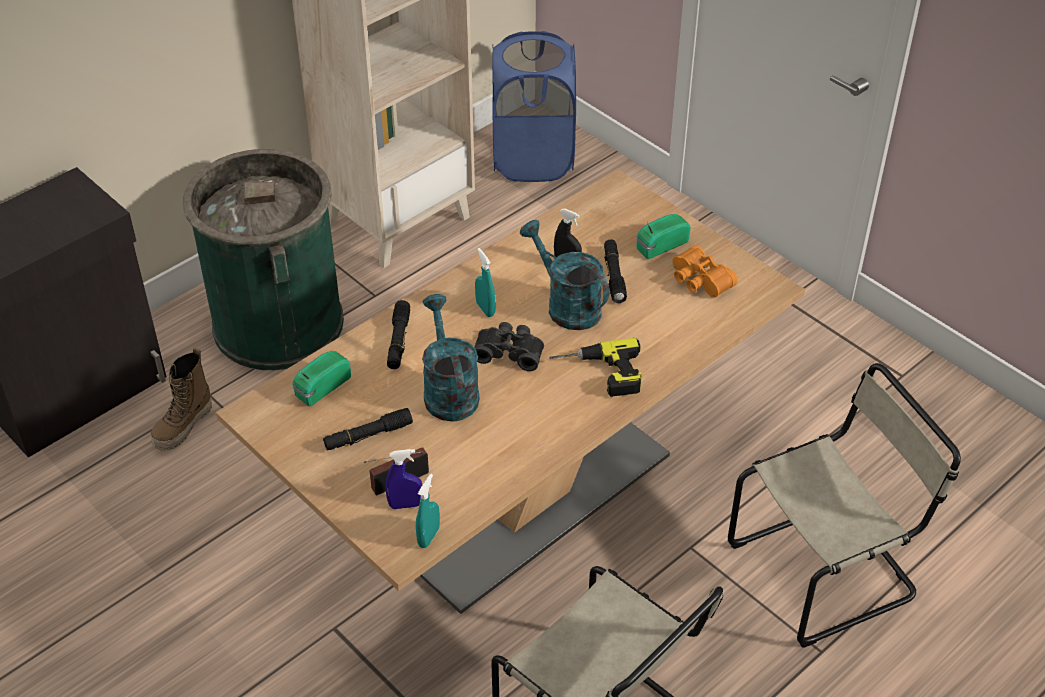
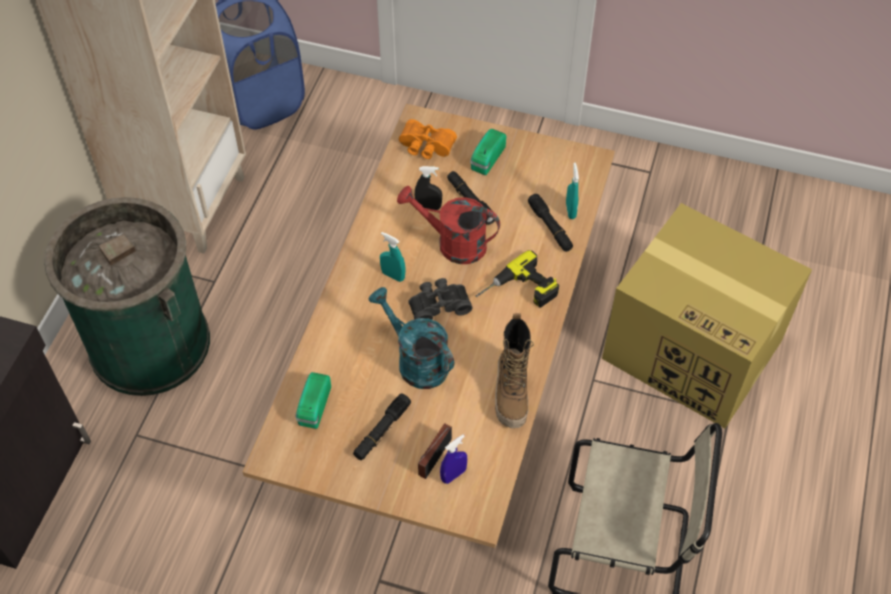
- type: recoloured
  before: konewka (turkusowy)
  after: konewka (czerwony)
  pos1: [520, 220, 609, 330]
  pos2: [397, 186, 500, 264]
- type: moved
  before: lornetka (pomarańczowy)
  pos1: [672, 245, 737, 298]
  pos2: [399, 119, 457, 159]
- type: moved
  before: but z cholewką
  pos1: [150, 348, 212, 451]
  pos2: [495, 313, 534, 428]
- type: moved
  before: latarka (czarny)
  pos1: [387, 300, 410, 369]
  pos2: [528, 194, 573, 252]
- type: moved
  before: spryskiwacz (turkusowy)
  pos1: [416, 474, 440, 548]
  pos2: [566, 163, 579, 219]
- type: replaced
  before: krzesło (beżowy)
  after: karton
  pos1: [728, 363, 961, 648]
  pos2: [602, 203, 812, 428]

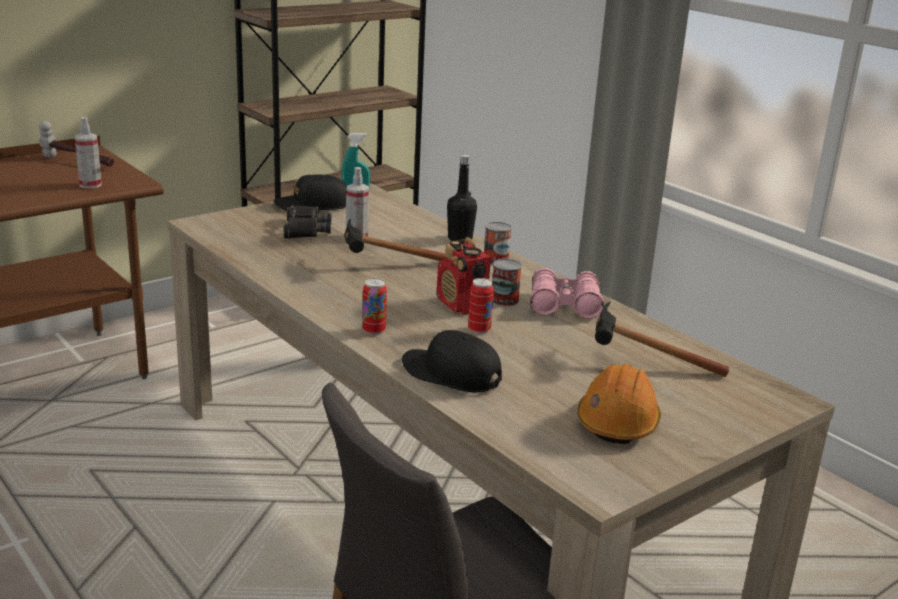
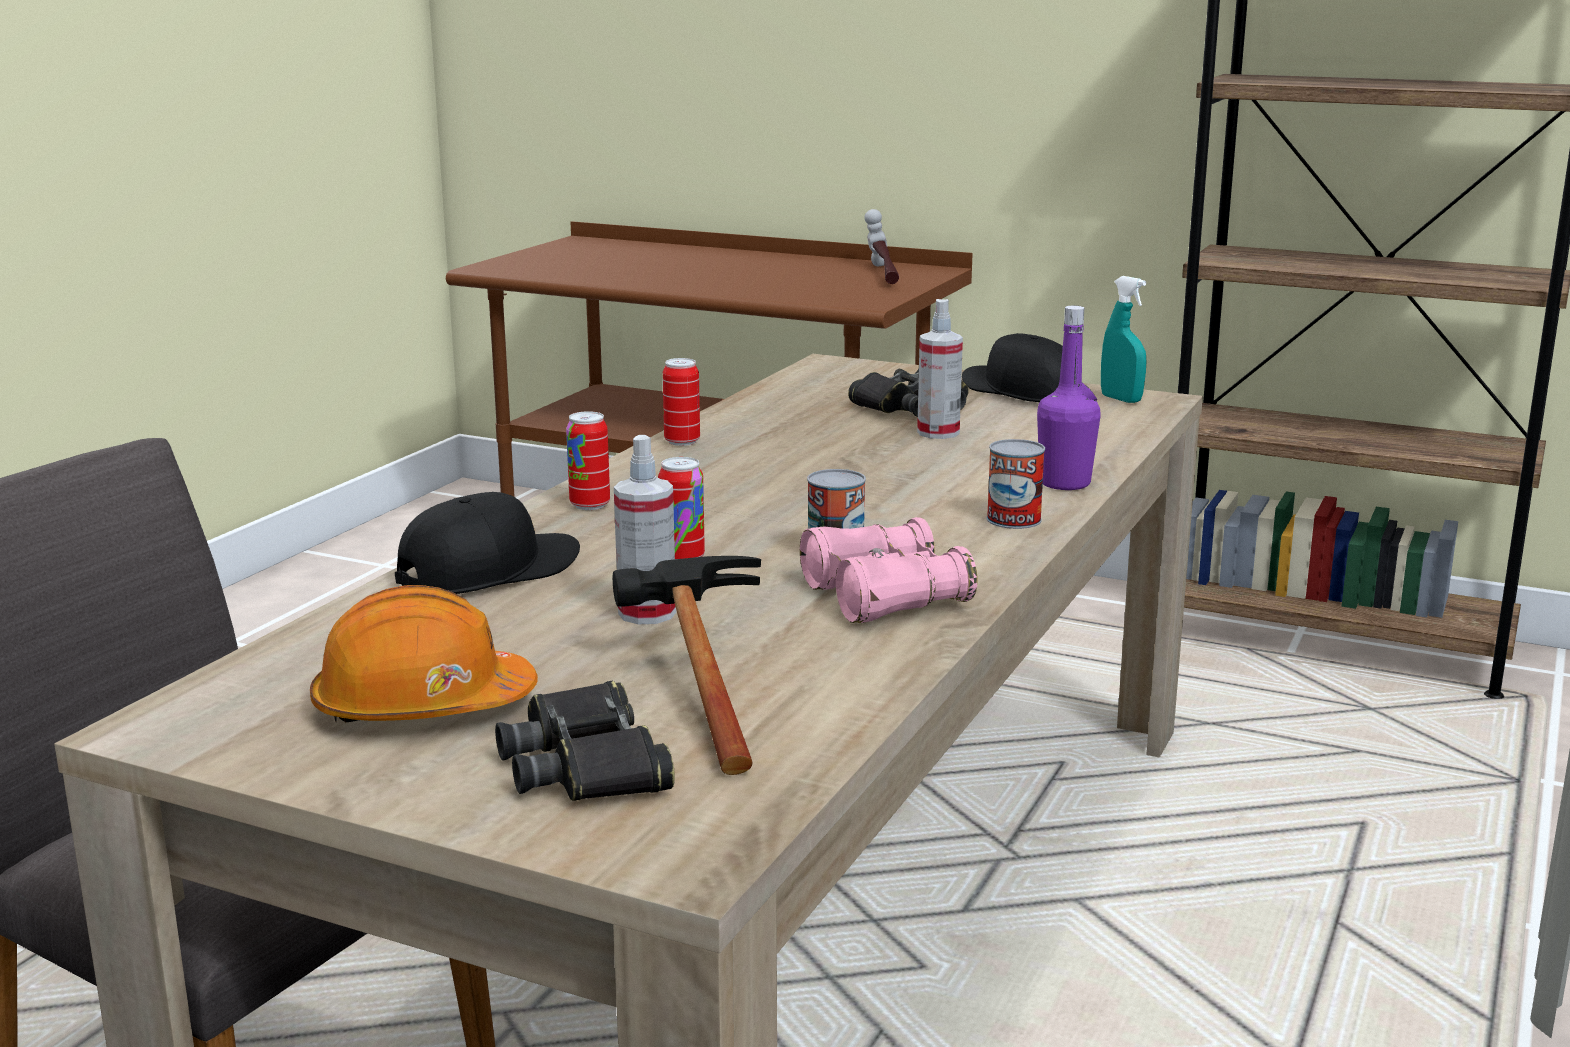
- type: turned
  before: czapka z daszkiem (czarny)
  pos1: [402, 330, 502, 392]
  pos2: [395, 492, 580, 594]
  turn: 45
- type: added
  after: lornetka (czarny)
  pos2: [495, 681, 675, 801]
- type: moved
  before: spryskiwacz
  pos1: [75, 117, 102, 189]
  pos2: [614, 435, 676, 624]
- type: added
  after: puszka
  pos2: [662, 358, 700, 446]
- type: recoloured
  before: butelka (czarny)
  after: butelka (fioletowy)
  pos1: [447, 154, 477, 241]
  pos2: [1037, 306, 1101, 490]
- type: removed
  before: młotek
  pos1: [345, 219, 446, 261]
- type: removed
  before: radio
  pos1: [437, 237, 491, 315]

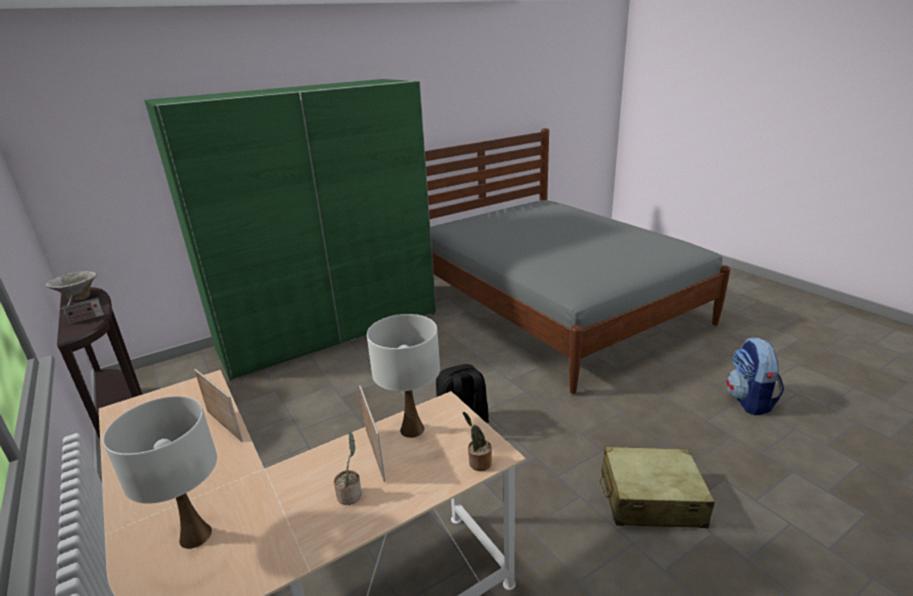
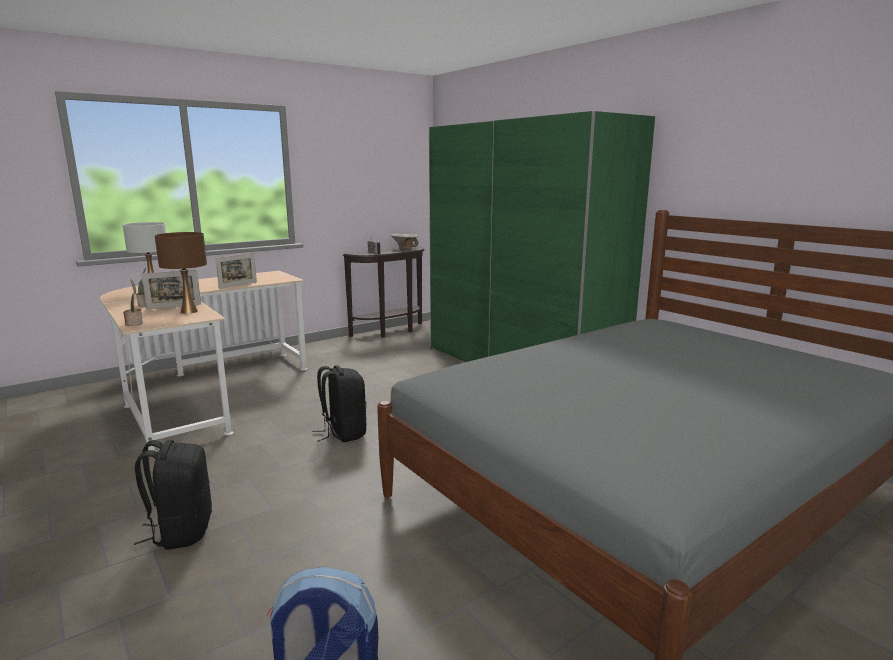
- type: replaced
  before: walizka (beżowy)
  after: plecak (czarny)
  pos1: [600, 447, 715, 528]
  pos2: [134, 440, 212, 550]
- type: recoloured
  before: lampa stołowa (biały)
  after: lampa stołowa (brązowy)
  pos1: [367, 314, 440, 438]
  pos2: [155, 232, 207, 314]

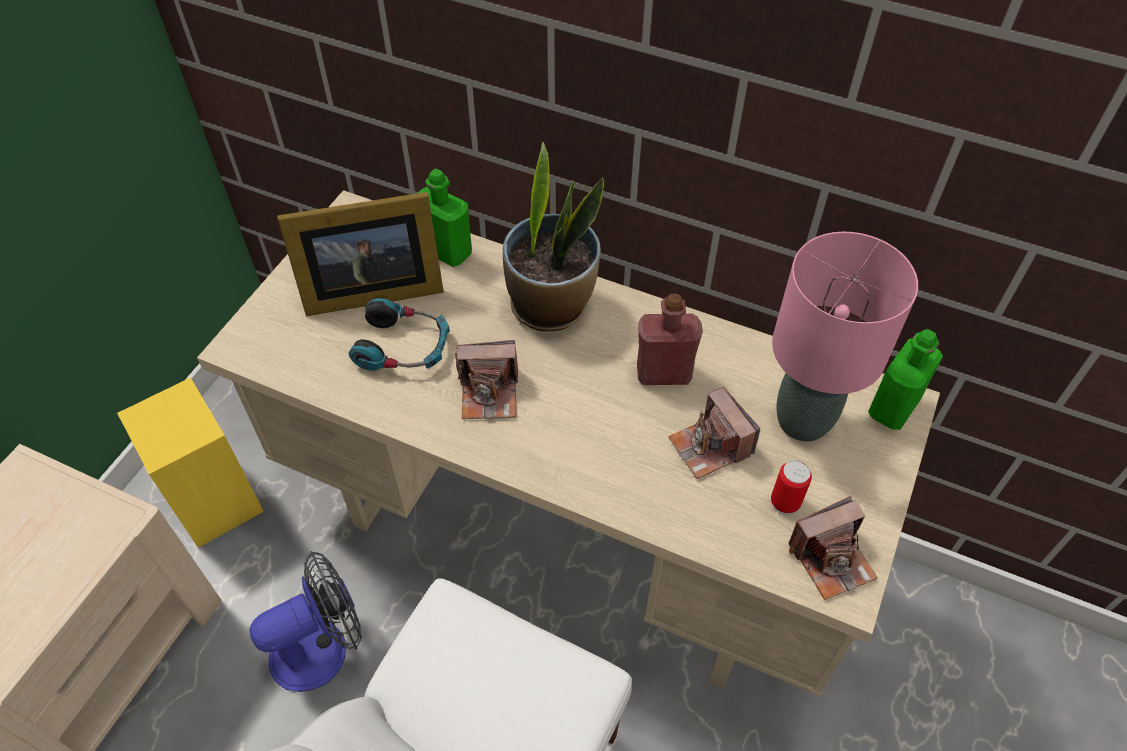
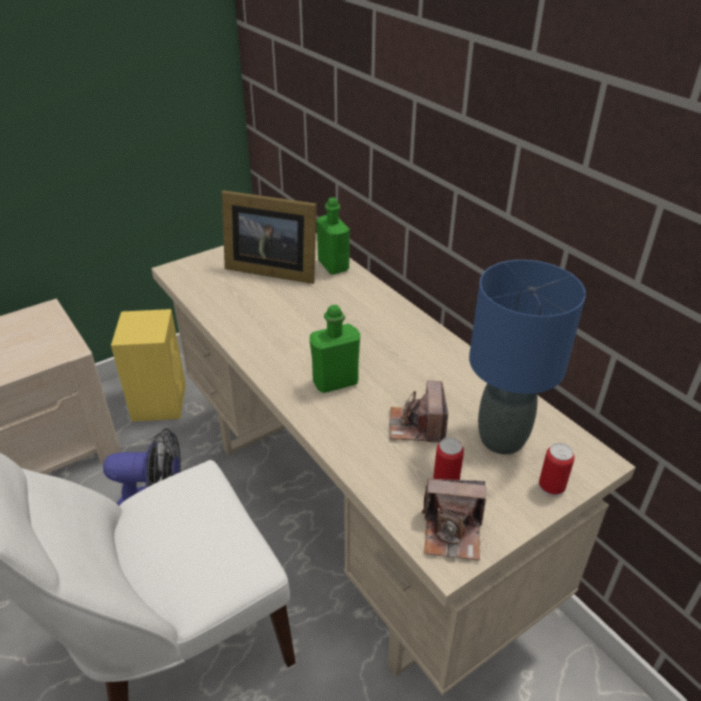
- type: moved
  before: butelka (zielony)
  pos1: [868, 329, 943, 430]
  pos2: [310, 305, 360, 393]
- type: recoloured
  before: lampa stołowa (różowy)
  after: lampa stołowa (niebieski)
  pos1: [772, 232, 918, 442]
  pos2: [469, 260, 586, 454]
- type: added
  after: puszka
  pos2: [539, 443, 575, 497]
- type: removed
  before: słuchawki
  pos1: [349, 298, 450, 371]
- type: removed
  before: aparat fotograficzny
  pos1: [455, 340, 518, 419]
- type: removed
  before: roślina doniczkowa
  pos1: [503, 141, 604, 331]
- type: removed
  before: butelka (czerwony)
  pos1: [637, 294, 703, 385]

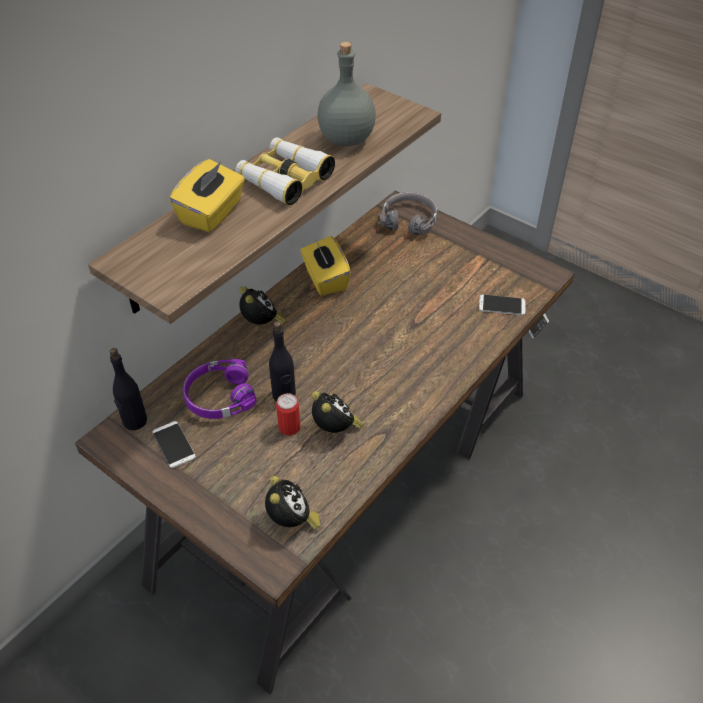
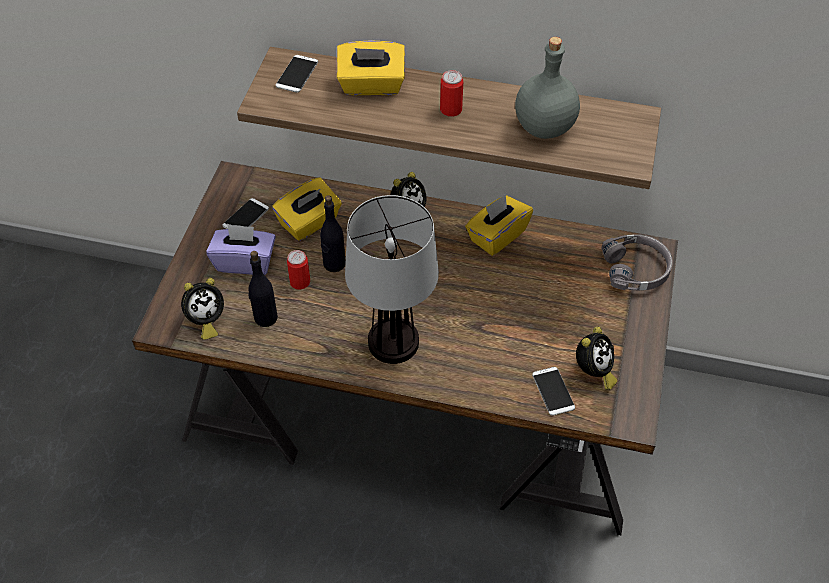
- type: added
  after: pudełko chusteczek (fioletowy)
  pos2: [206, 224, 276, 275]
- type: moved
  before: butelka (czarny)
  pos1: [109, 348, 147, 430]
  pos2: [248, 251, 278, 327]
- type: replaced
  before: słuchawki (fioletowy)
  after: pudełko chusteczek (żółty)
  pos1: [183, 359, 257, 419]
  pos2: [272, 178, 342, 241]
- type: added
  after: telefon
  pos2: [276, 55, 318, 93]
- type: added
  after: lampa stołowa
  pos2: [345, 195, 439, 364]
- type: replaced
  before: lornetka
  after: puszka
  pos1: [235, 137, 335, 206]
  pos2: [440, 70, 463, 117]
- type: moved
  before: budzik
  pos1: [311, 391, 363, 433]
  pos2: [576, 326, 617, 390]

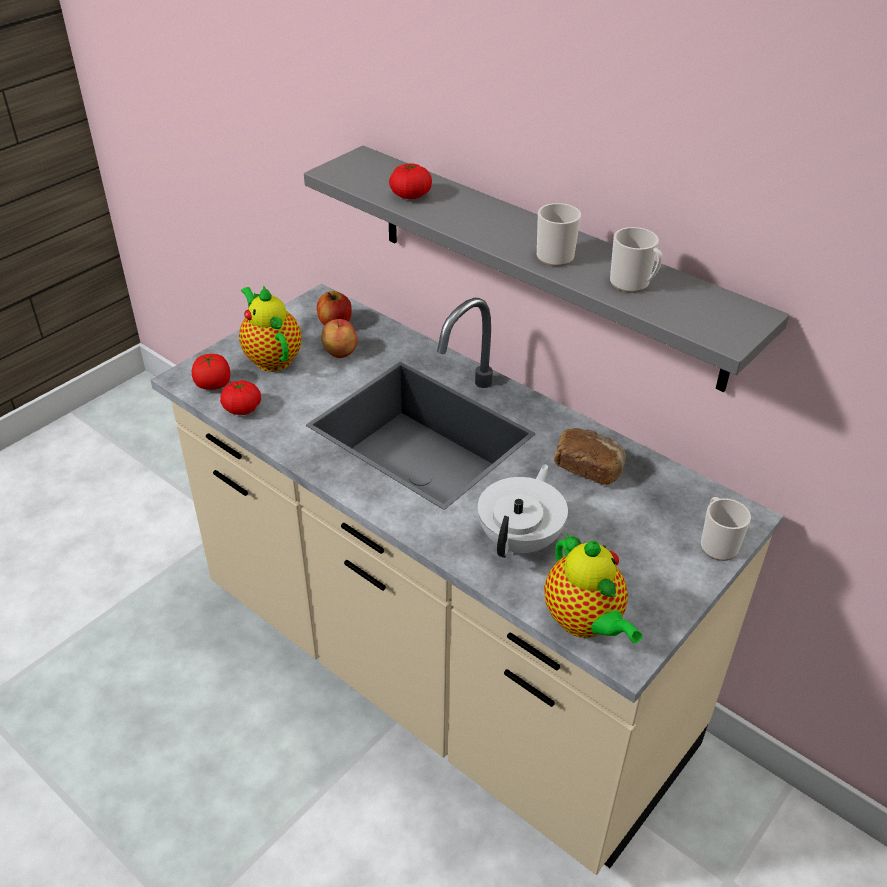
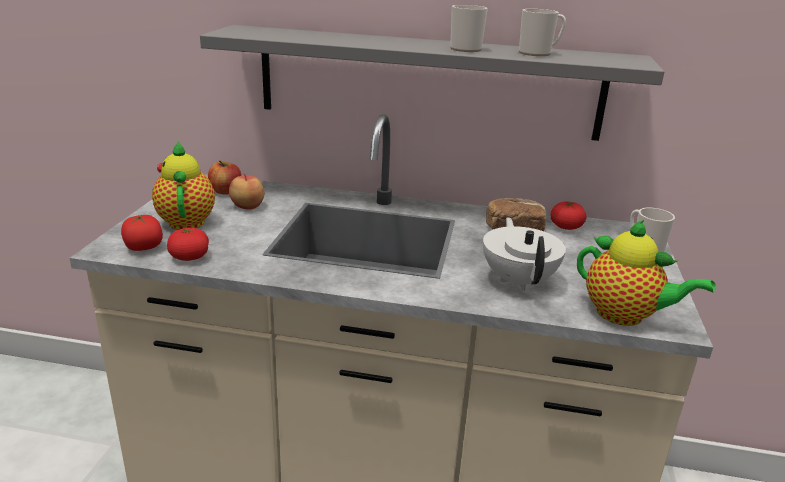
- type: turned
  before: imbryk
  pos1: [239, 285, 302, 372]
  pos2: [152, 140, 215, 230]
  turn: 45
- type: moved
  before: pomidor
  pos1: [389, 164, 432, 199]
  pos2: [550, 201, 586, 230]

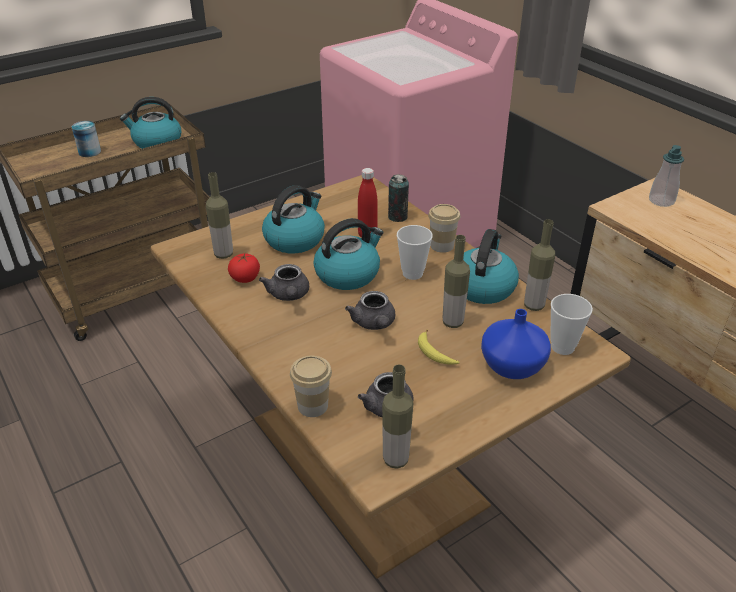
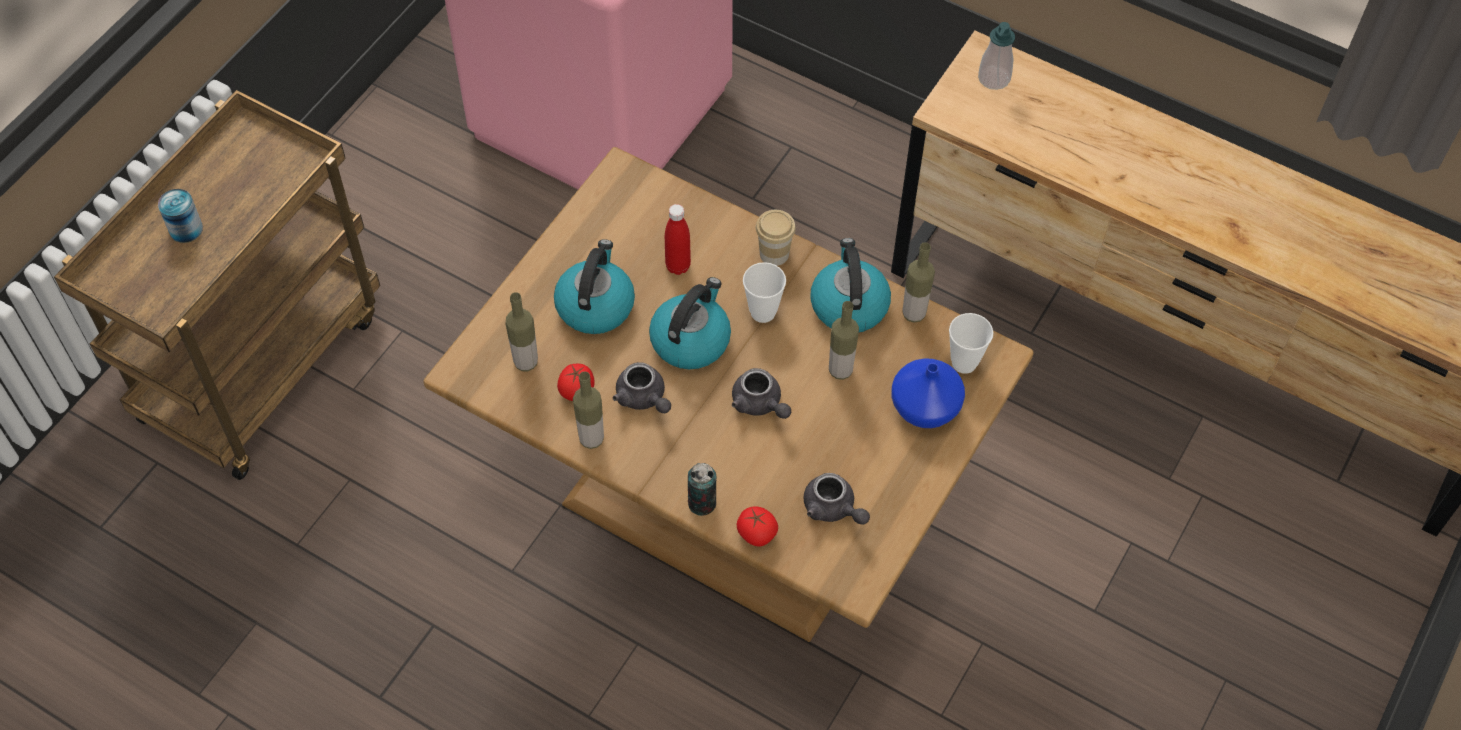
- type: moved
  before: butelka
  pos1: [382, 364, 413, 469]
  pos2: [573, 371, 604, 449]
- type: moved
  before: puszka
  pos1: [388, 174, 409, 222]
  pos2: [688, 463, 716, 516]
- type: replaced
  before: filiżanka
  after: pomidor
  pos1: [290, 356, 332, 417]
  pos2: [737, 507, 778, 547]
- type: removed
  before: czajnik
  pos1: [120, 97, 181, 149]
- type: removed
  before: banan
  pos1: [418, 330, 460, 365]

